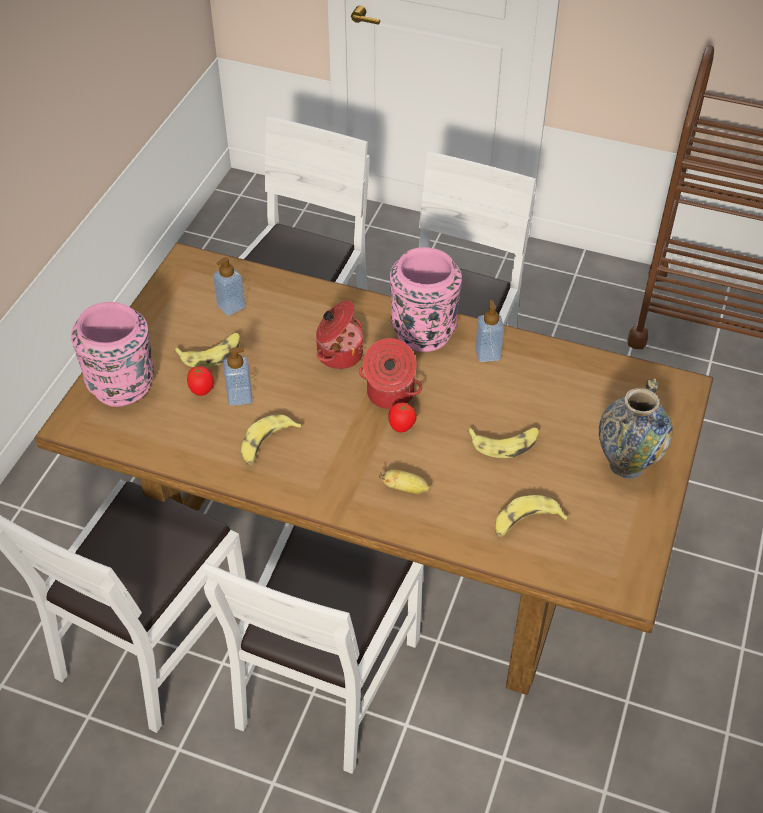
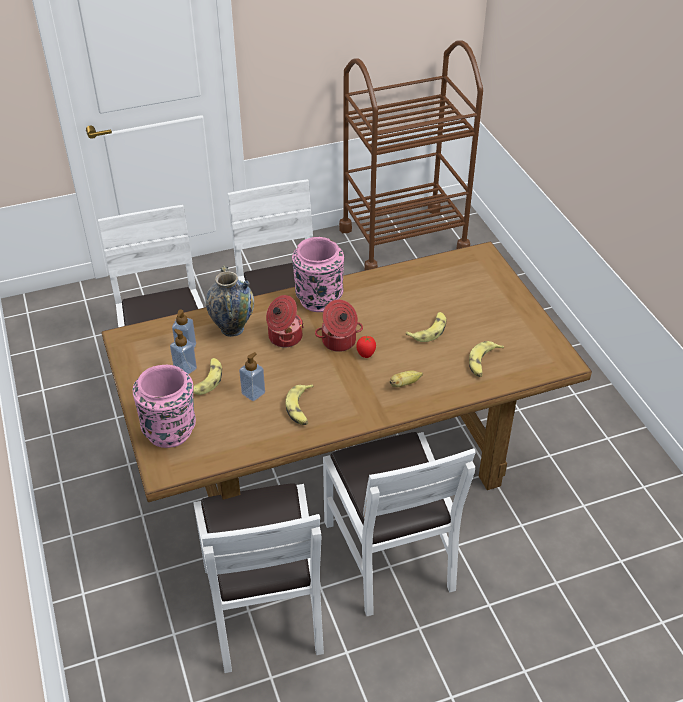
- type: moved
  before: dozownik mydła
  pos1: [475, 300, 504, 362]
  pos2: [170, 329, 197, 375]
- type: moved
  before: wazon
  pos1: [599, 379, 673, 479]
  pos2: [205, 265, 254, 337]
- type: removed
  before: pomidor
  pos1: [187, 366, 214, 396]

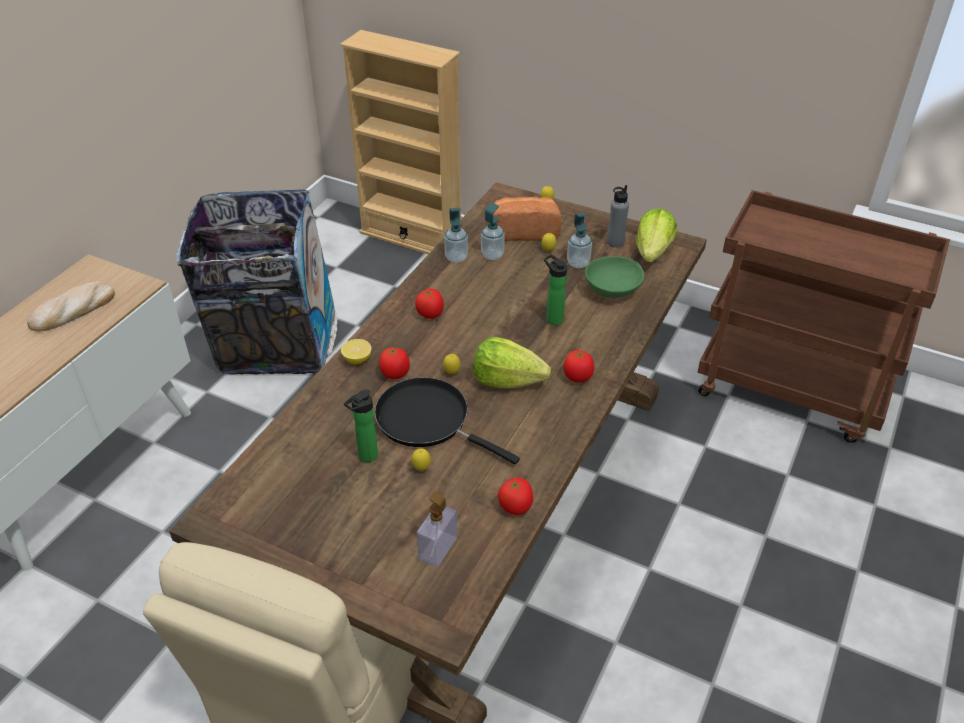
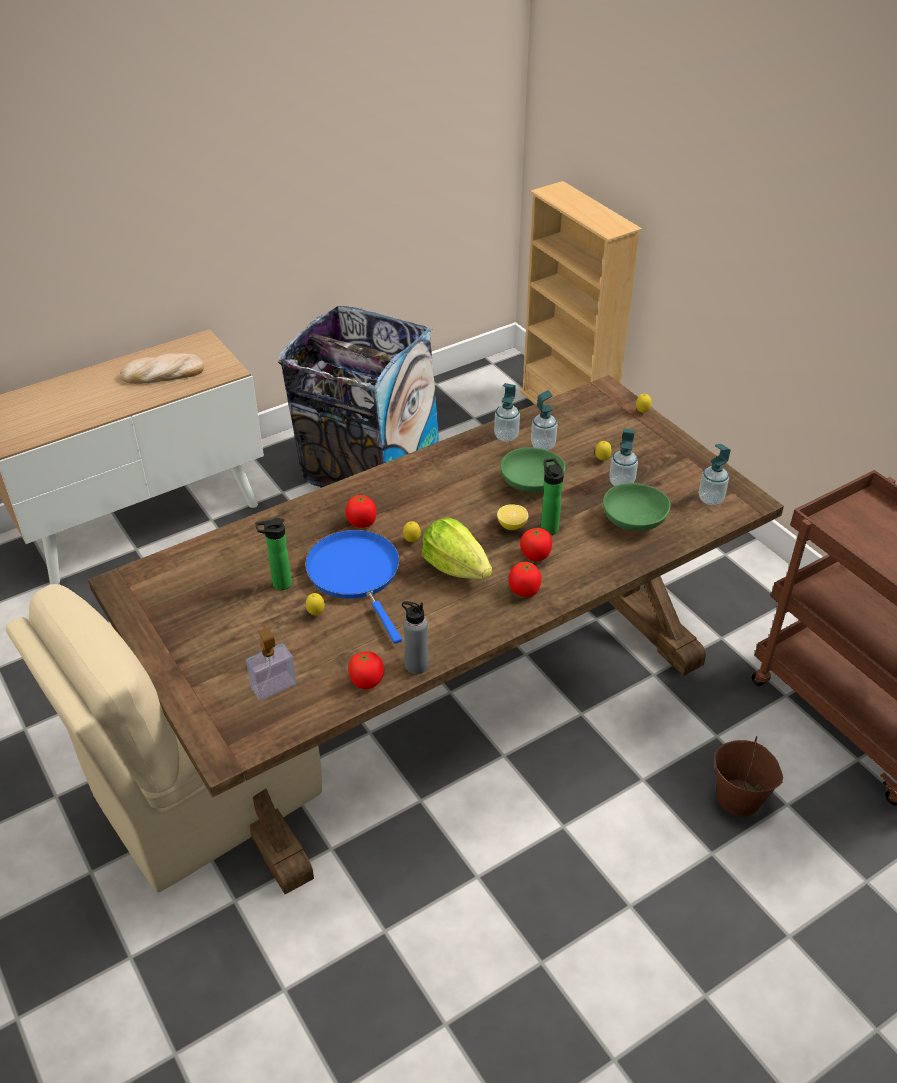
- type: recoloured
  before: patelnia (czarny)
  after: patelnia (niebieski)
  pos1: [374, 377, 520, 464]
  pos2: [305, 530, 402, 644]
- type: moved
  before: butelka (szary)
  pos1: [607, 185, 629, 248]
  pos2: [402, 601, 429, 674]
- type: moved
  before: cytryna
  pos1: [341, 339, 372, 364]
  pos2: [497, 504, 529, 530]
- type: added
  after: miska (zielony)
  pos2: [500, 447, 566, 492]
- type: moved
  before: pomidor
  pos1: [415, 288, 444, 319]
  pos2: [520, 527, 552, 561]
- type: replaced
  before: sałata
  after: dozownik mydła
  pos1: [636, 208, 677, 262]
  pos2: [699, 444, 730, 505]
- type: added
  after: wiadro (brązowy)
  pos2: [714, 736, 783, 816]
- type: removed
  before: chleb
  pos1: [493, 197, 562, 241]

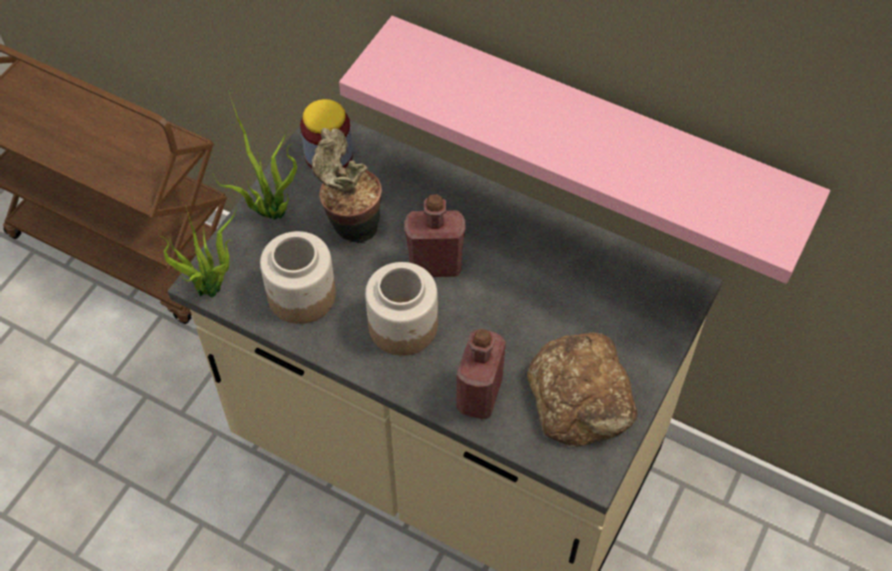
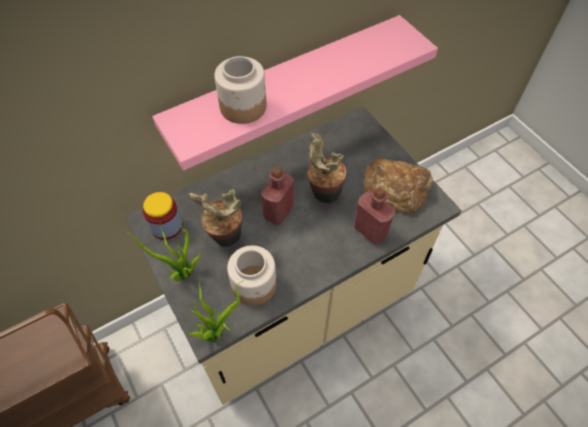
- type: moved
  before: słoik
  pos1: [365, 262, 438, 356]
  pos2: [214, 56, 267, 124]
- type: added
  after: roślina doniczkowa
  pos2: [307, 133, 347, 204]

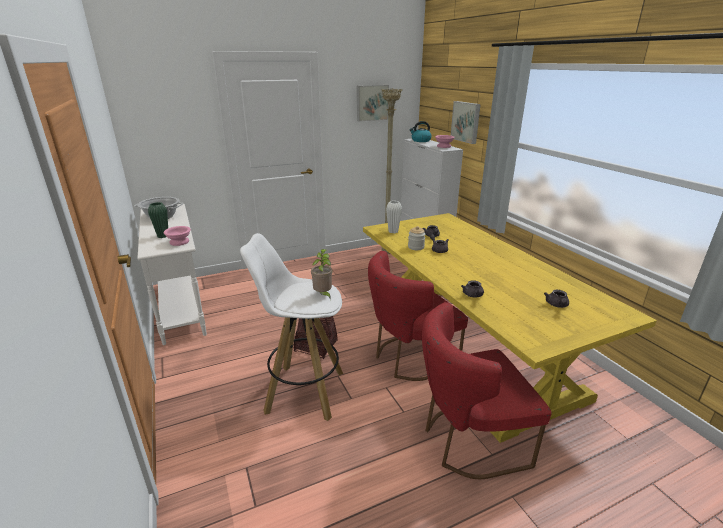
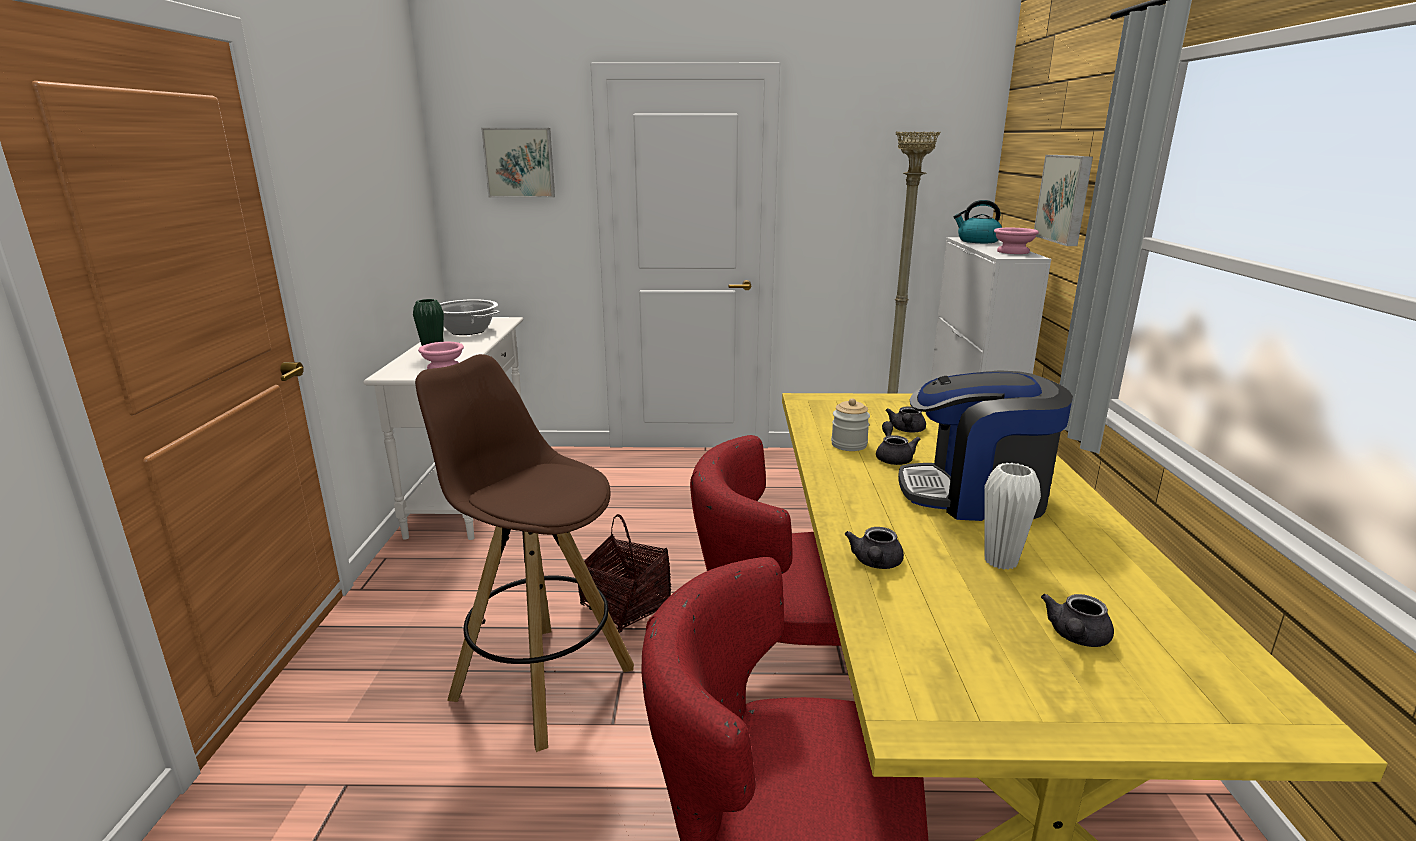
- type: recoloured
  before: stołek (biały)
  after: stołek (brązowy)
  pos1: [240, 233, 343, 421]
  pos2: [415, 354, 634, 752]
- type: moved
  before: obraz
  pos1: [357, 85, 389, 122]
  pos2: [481, 128, 555, 198]
- type: added
  after: ekspres do kawy
  pos2: [898, 371, 1073, 521]
- type: moved
  before: wazon (biały)
  pos1: [386, 201, 402, 234]
  pos2: [984, 463, 1041, 570]
- type: removed
  before: roślina doniczkowa
  pos1: [311, 249, 332, 299]

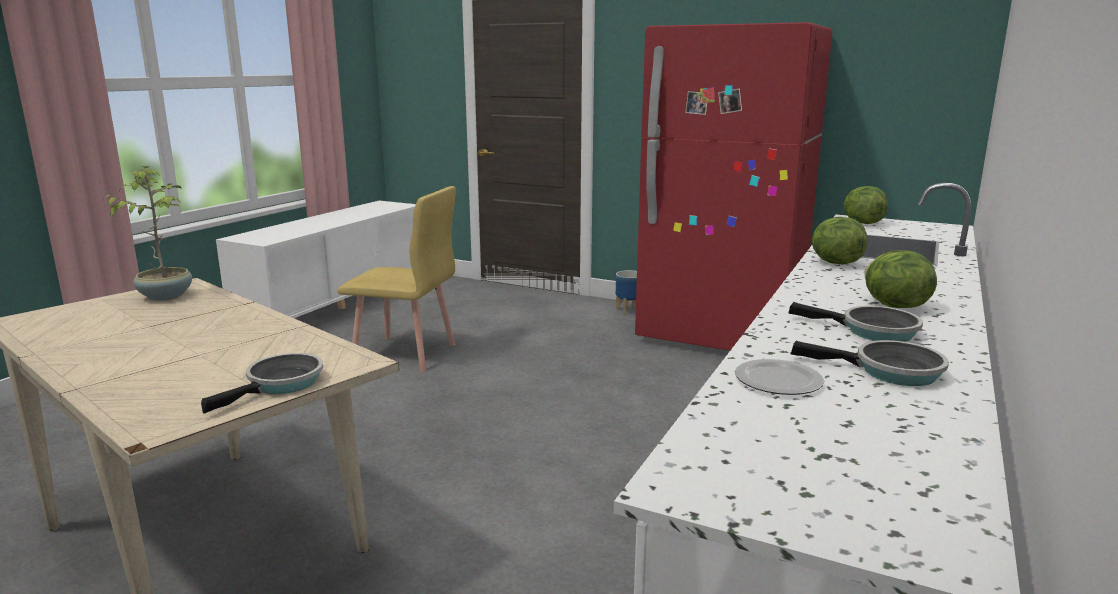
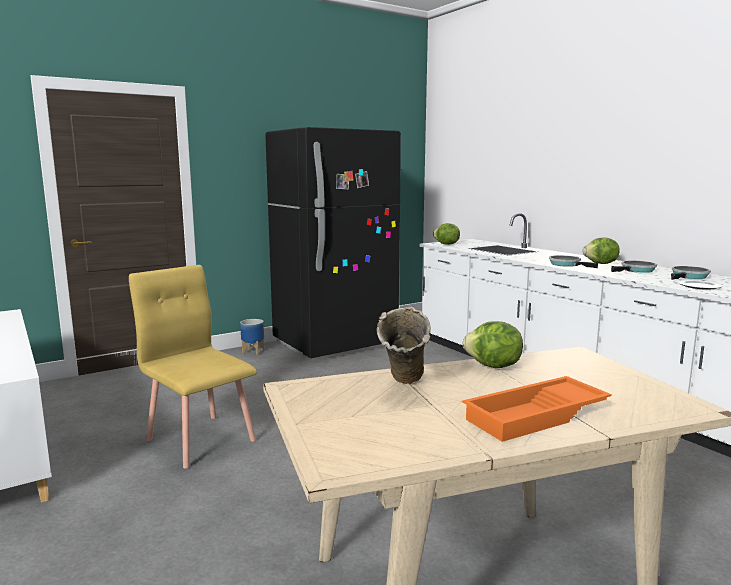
- type: turned
  before: krzesło (żółty)
  pos1: [337, 186, 456, 373]
  pos2: [129, 265, 257, 469]
  turn: -90
- type: recoloured
  before: lodówka (czerwony)
  after: lodówka (czarny)
  pos1: [635, 22, 832, 351]
  pos2: [265, 127, 401, 358]
- type: added
  after: wazon (beżowy)
  pos2: [377, 307, 431, 384]
- type: moved
  before: sałata
  pos1: [812, 217, 867, 264]
  pos2: [462, 321, 523, 368]
- type: added
  after: taca (pomarańczowy)
  pos2: [462, 376, 612, 442]
- type: moved
  before: patelnia
  pos1: [201, 353, 323, 414]
  pos2: [549, 255, 598, 268]
- type: removed
  before: roślina doniczkowa
  pos1: [105, 166, 192, 301]

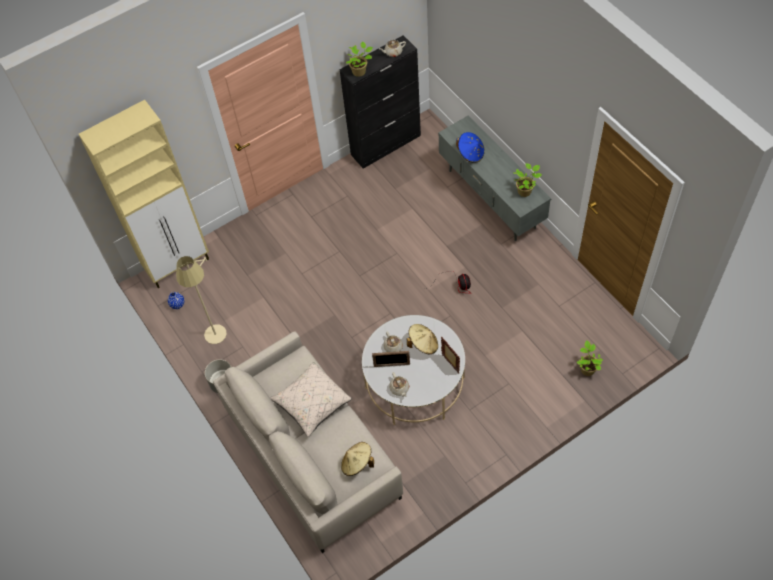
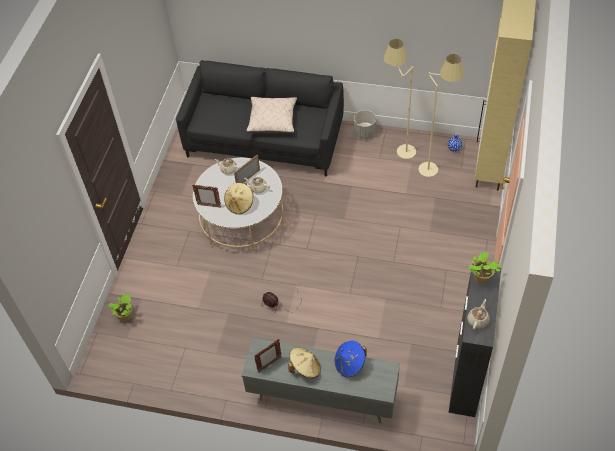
- type: recoloured
  before: kanapa (beżowy)
  after: kanapa (czarny)
  pos1: [213, 331, 403, 553]
  pos2: [176, 60, 344, 177]
- type: replaced
  before: roślina doniczkowa
  after: ramka na zdjęcie
  pos1: [514, 163, 542, 197]
  pos2: [254, 340, 282, 372]
- type: moved
  before: kapelusz (beżowy)
  pos1: [341, 442, 374, 476]
  pos2: [288, 348, 321, 378]
- type: added
  after: lampa stojąca (beżowy)
  pos2: [418, 54, 464, 177]

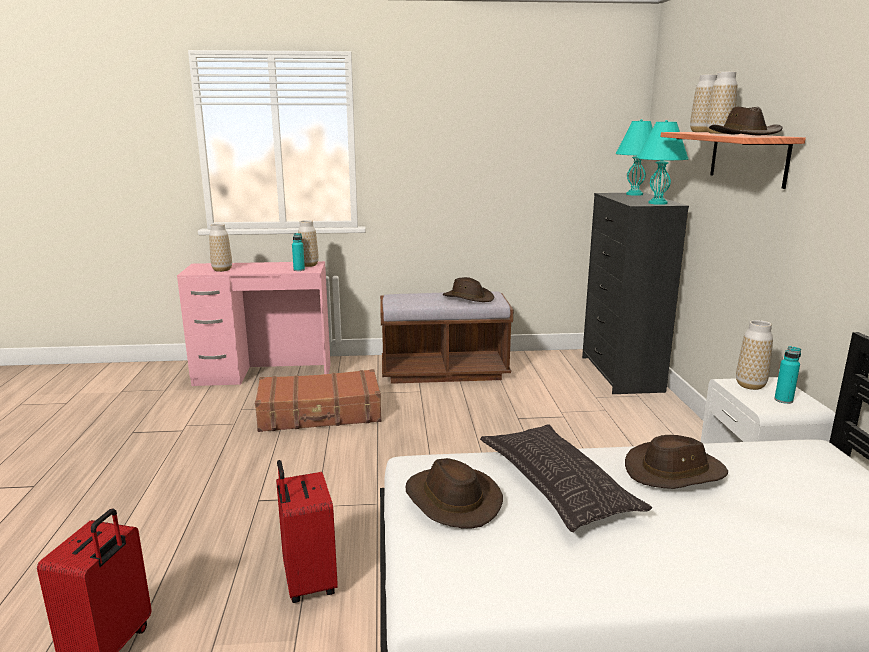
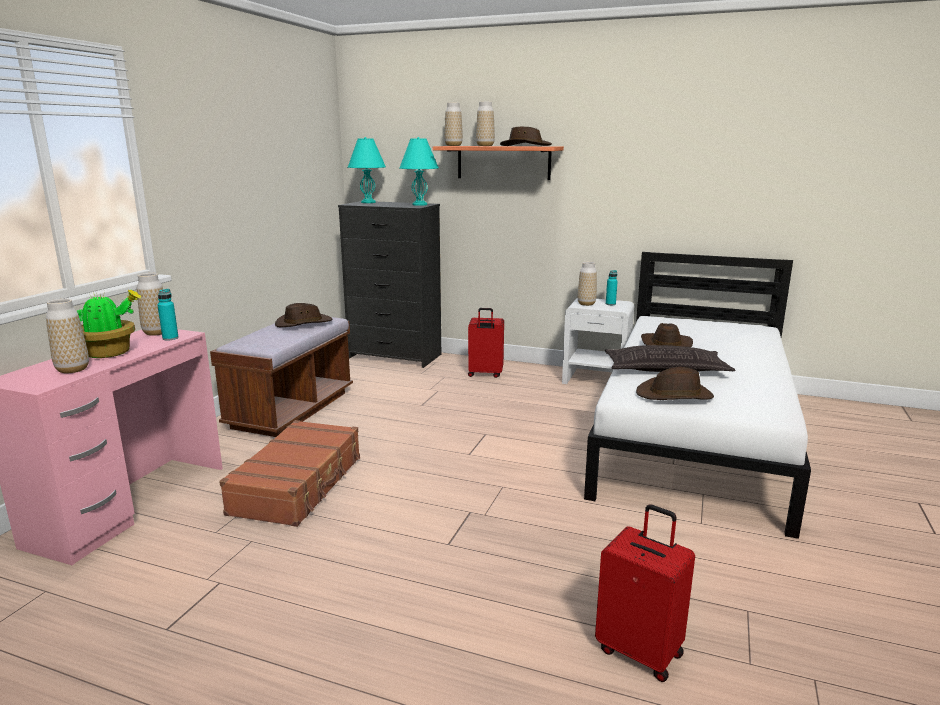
- type: added
  after: roślina doniczkowa
  pos2: [77, 290, 141, 358]
- type: moved
  before: walizka (czerwony)
  pos1: [276, 460, 338, 603]
  pos2: [468, 308, 504, 378]

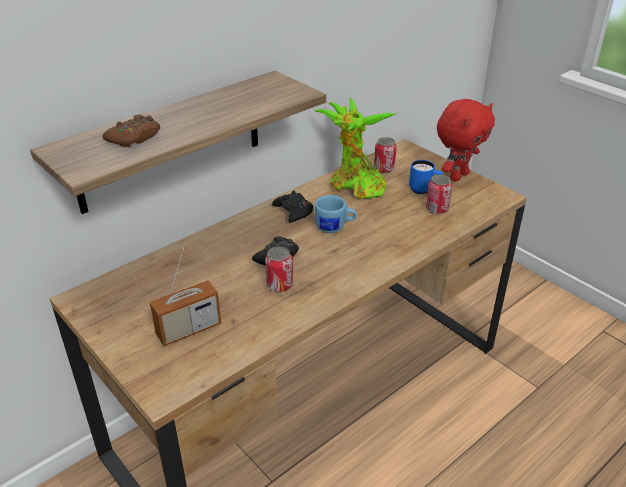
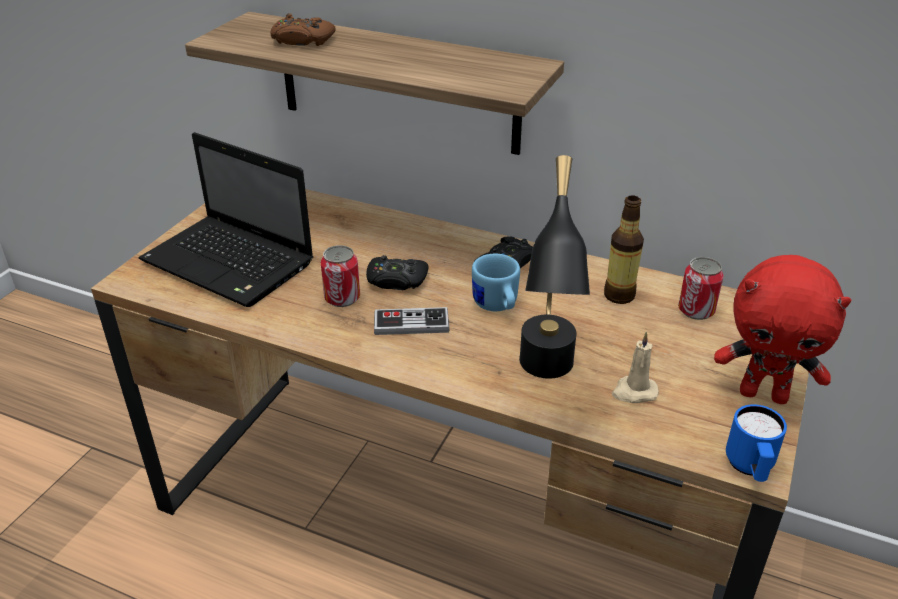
- type: replaced
  before: radio
  after: laptop
  pos1: [150, 246, 221, 346]
  pos2: [138, 132, 313, 307]
- type: added
  after: pad do gier
  pos2: [374, 307, 449, 335]
- type: added
  after: lampa stołowa (czarny)
  pos2: [519, 155, 590, 379]
- type: replaced
  before: roślina doniczkowa
  after: butelka
  pos1: [314, 97, 396, 199]
  pos2: [604, 195, 644, 304]
- type: replaced
  before: puszka
  after: świeca (beżowy)
  pos1: [426, 175, 452, 214]
  pos2: [612, 332, 659, 403]
- type: moved
  before: kubek (niebieski)
  pos1: [409, 160, 443, 194]
  pos2: [726, 404, 787, 482]

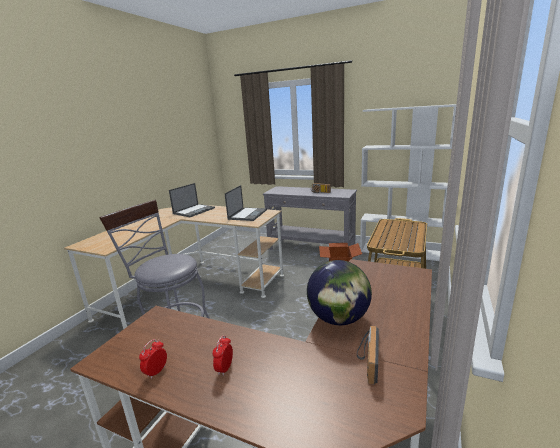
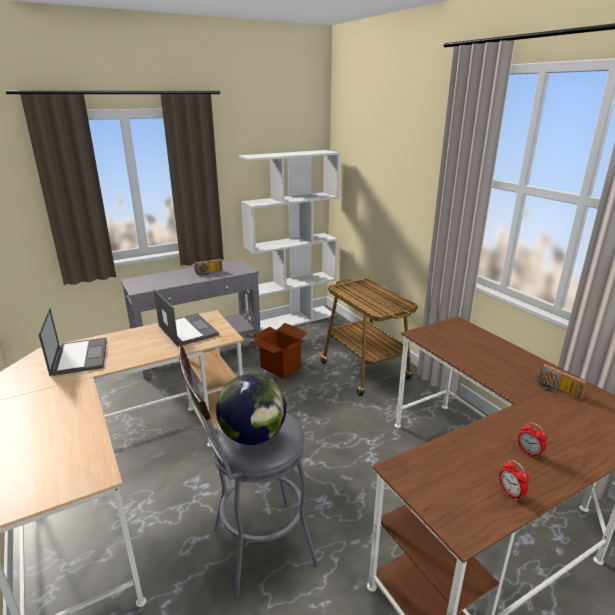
- type: moved
  before: globus
  pos1: [307, 260, 372, 325]
  pos2: [216, 374, 286, 445]

